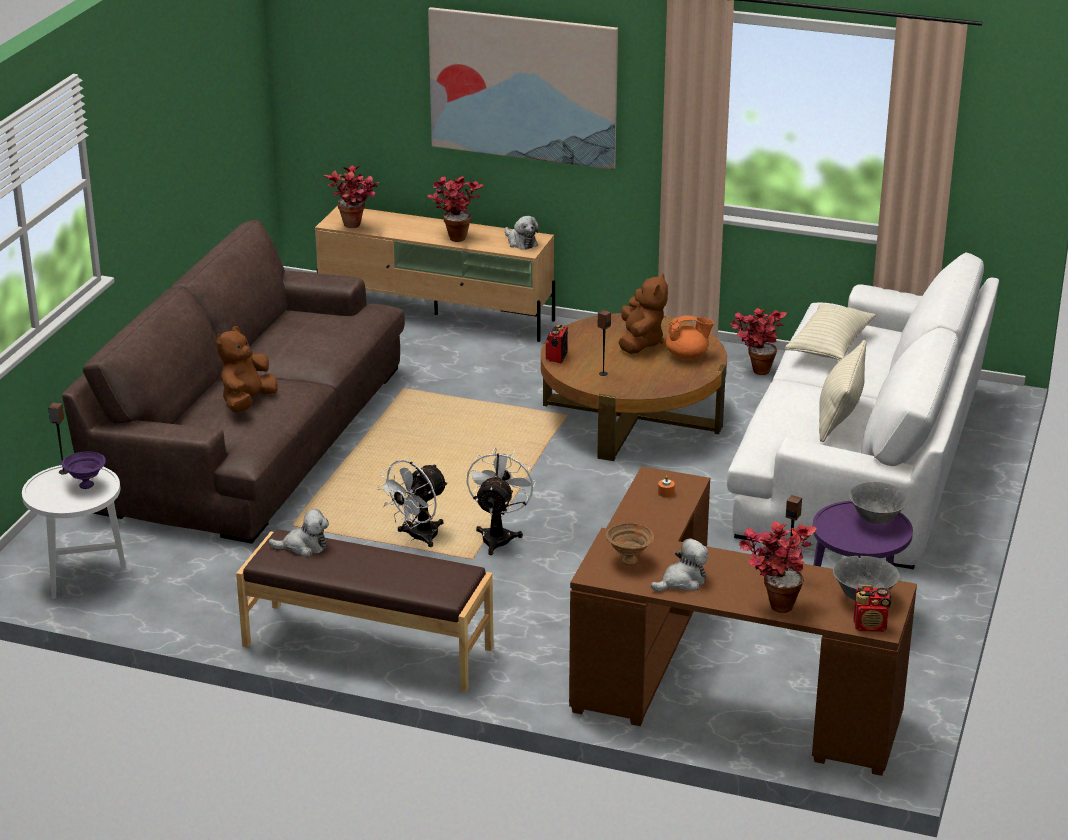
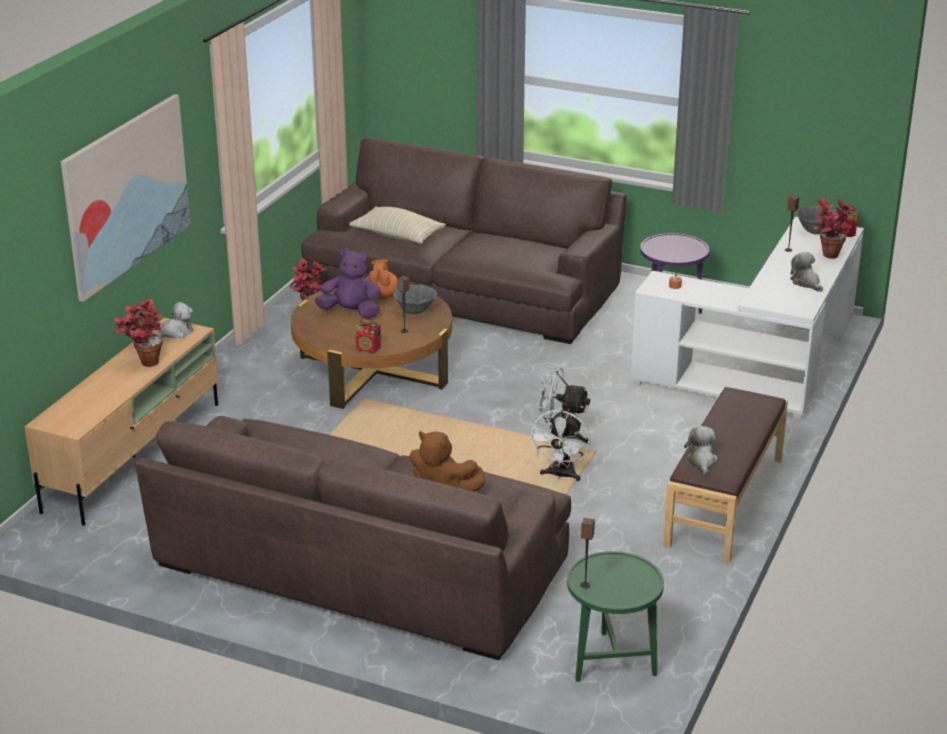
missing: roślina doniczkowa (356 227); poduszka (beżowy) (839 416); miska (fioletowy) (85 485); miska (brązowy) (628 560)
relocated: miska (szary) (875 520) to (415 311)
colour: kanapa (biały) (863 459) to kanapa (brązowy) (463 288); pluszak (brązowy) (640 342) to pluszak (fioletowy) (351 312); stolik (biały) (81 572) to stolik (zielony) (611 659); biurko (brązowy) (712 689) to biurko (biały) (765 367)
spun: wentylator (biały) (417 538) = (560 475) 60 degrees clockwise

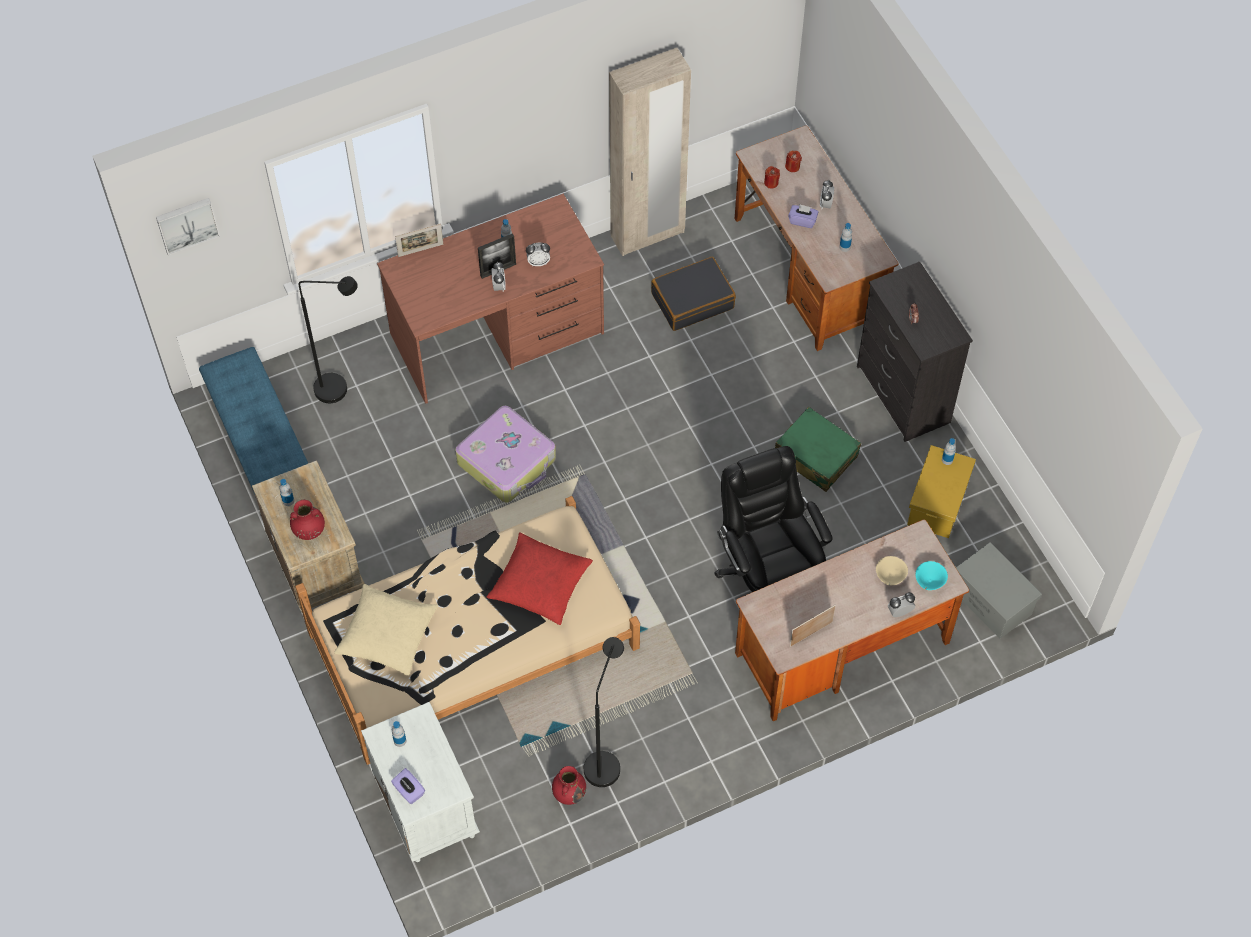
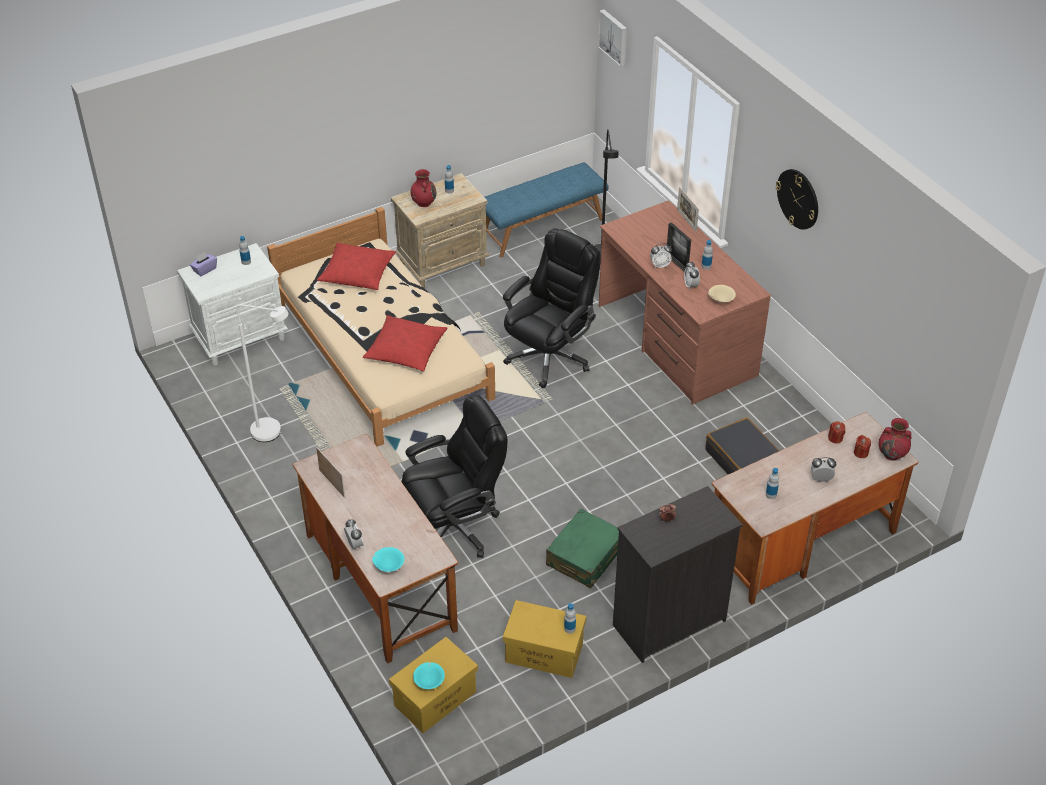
missing: szafa (beżowy) (647 235); pudełko chusteczek (fioletowy) (802 221)
appeared: zegar ścienny (798 199); miska (turkusowy) (429 681)
relocated: miska (beżowy) (890 576) to (720 300); wazon (czerwony) (569 793) to (892 454)
exchanged: walizka (508 461) to krzesło biurowe (czarny) (550 356)
colour: pojemnik do przechowywania (szary) (990 601) to pojemnik do przechowywania (żółty) (435 698); poduszka (beżowy) (387 635) to poduszka (czerwony) (357 273); lampa stojąca (czarny) (605 760) to lampa stojąca (biały) (274 432)

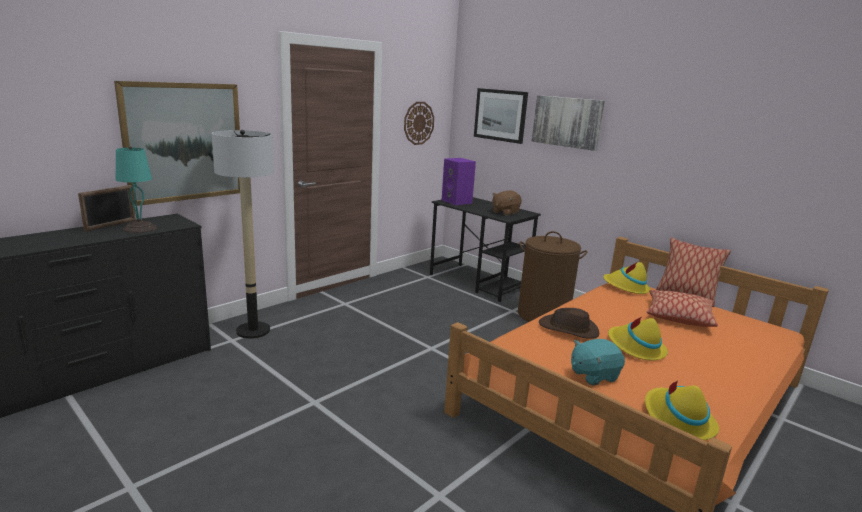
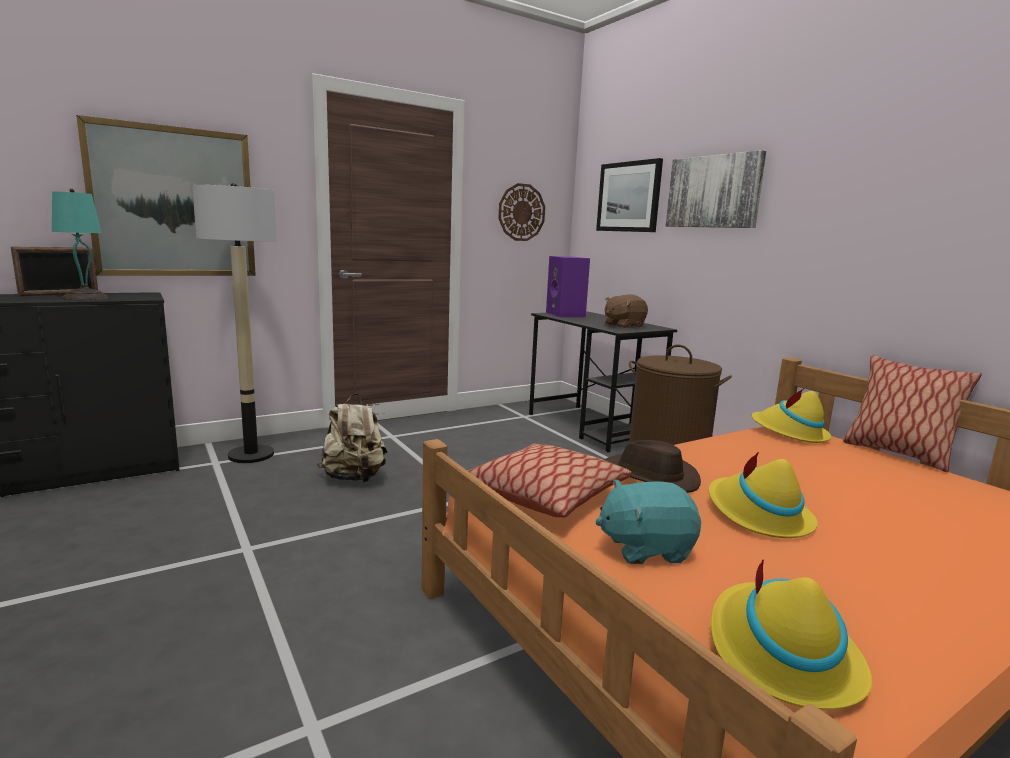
appeared: plecak (beżowy) (354 478)
relocated: poduszka (678 316) to (545 495)

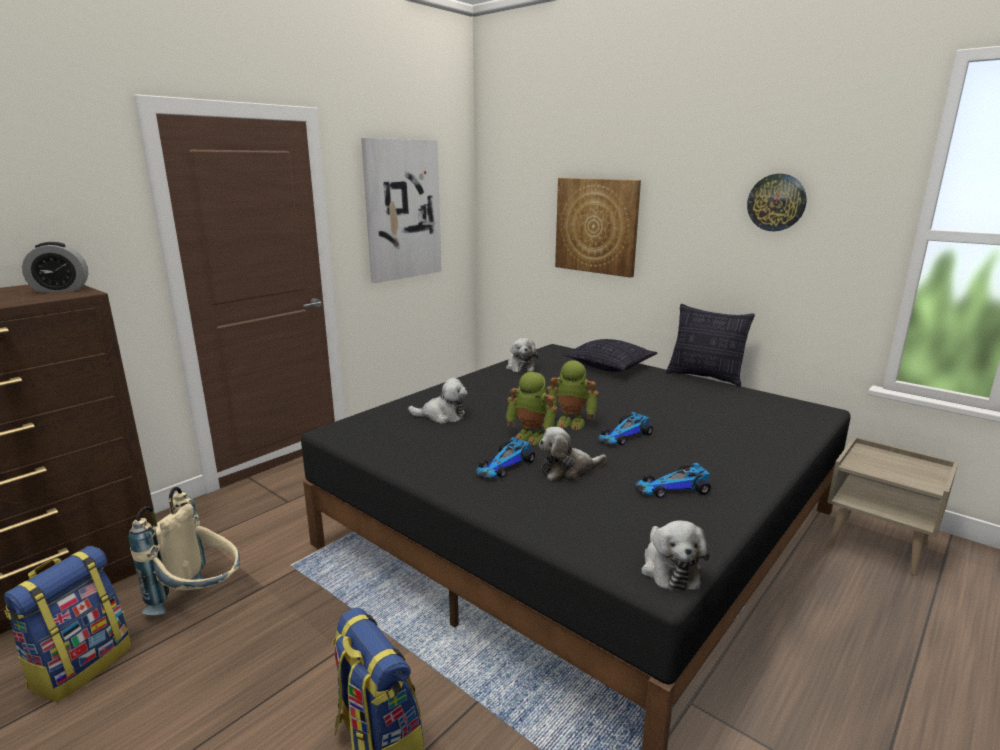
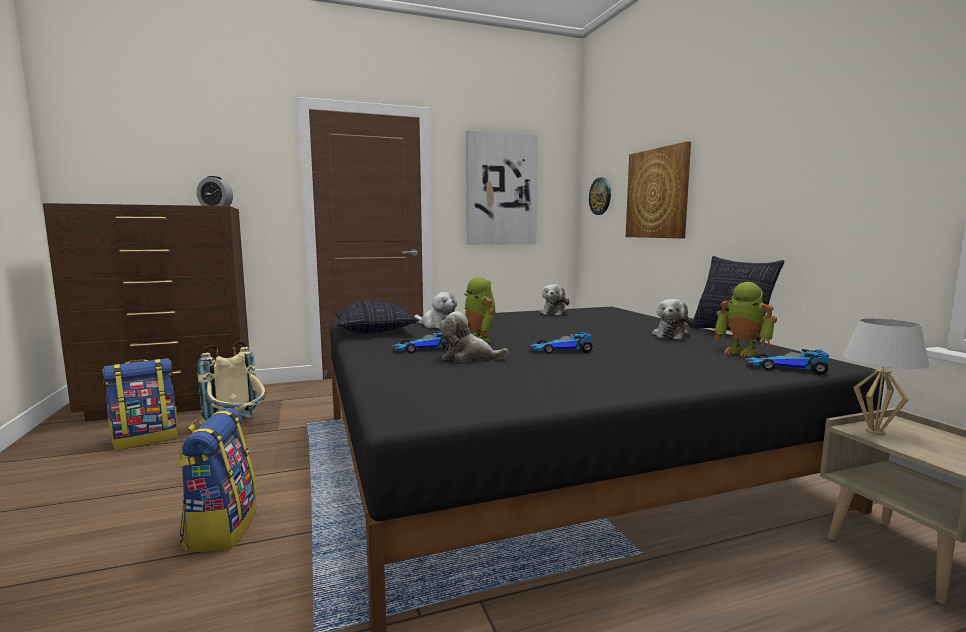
appeared: lampa stołowa (biały) (875 432)
relocated: zegar ścienny (776 202) to (600 196); poduszka (609 366) to (374 330); robot zabawkowy (571 422) to (742 352); samochodzik (673 488) to (787 368); pluszak (669 568) to (671 335)

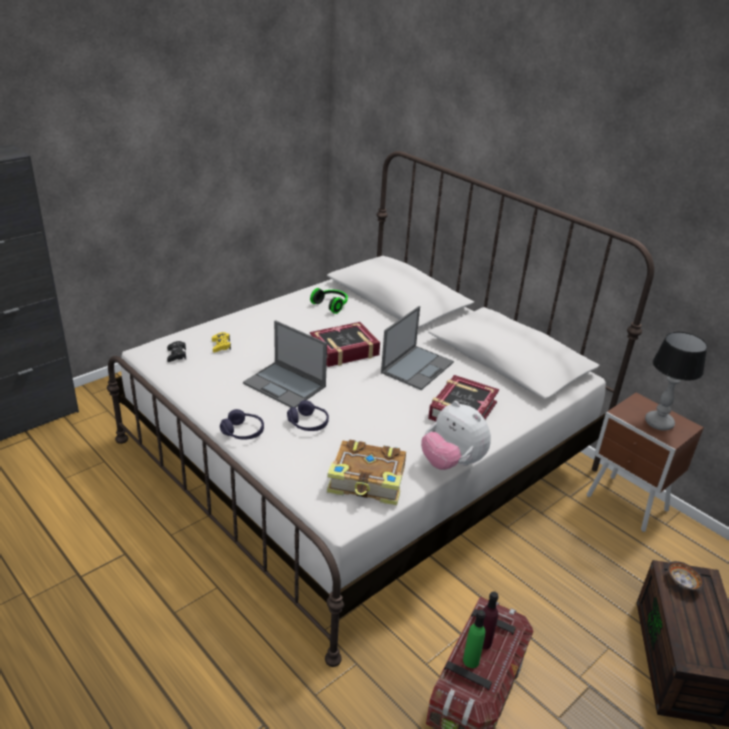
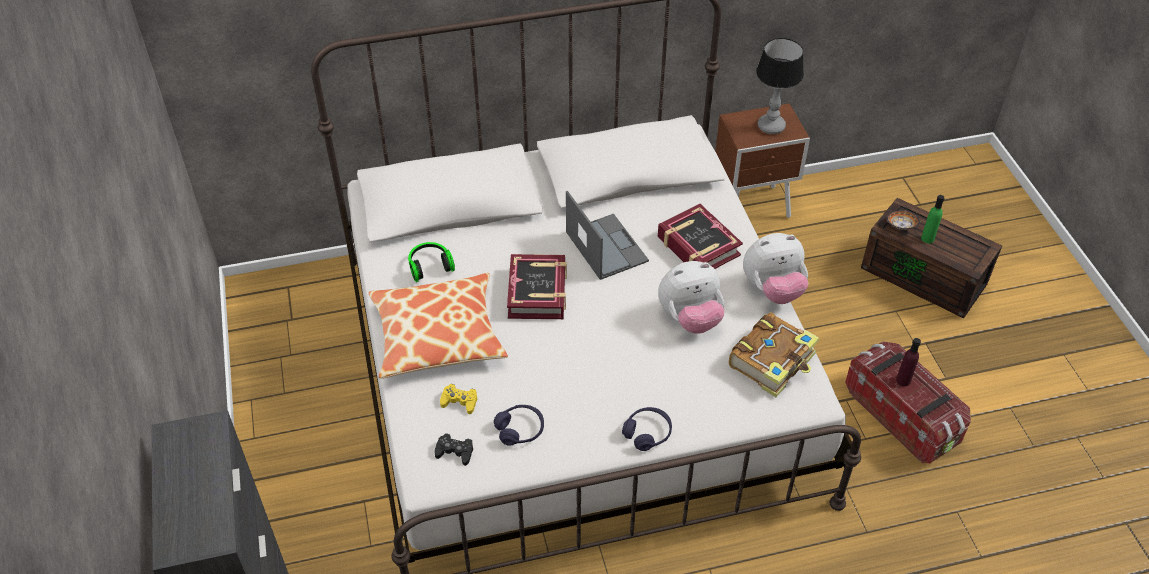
missing: laptop (285 385)
appeared: pluszak (690 318); poduszka (438 335)
relocated: słuchawki (fioletowy) (308 423) to (520 430); butelka (zielony) (471 660) to (927 238)

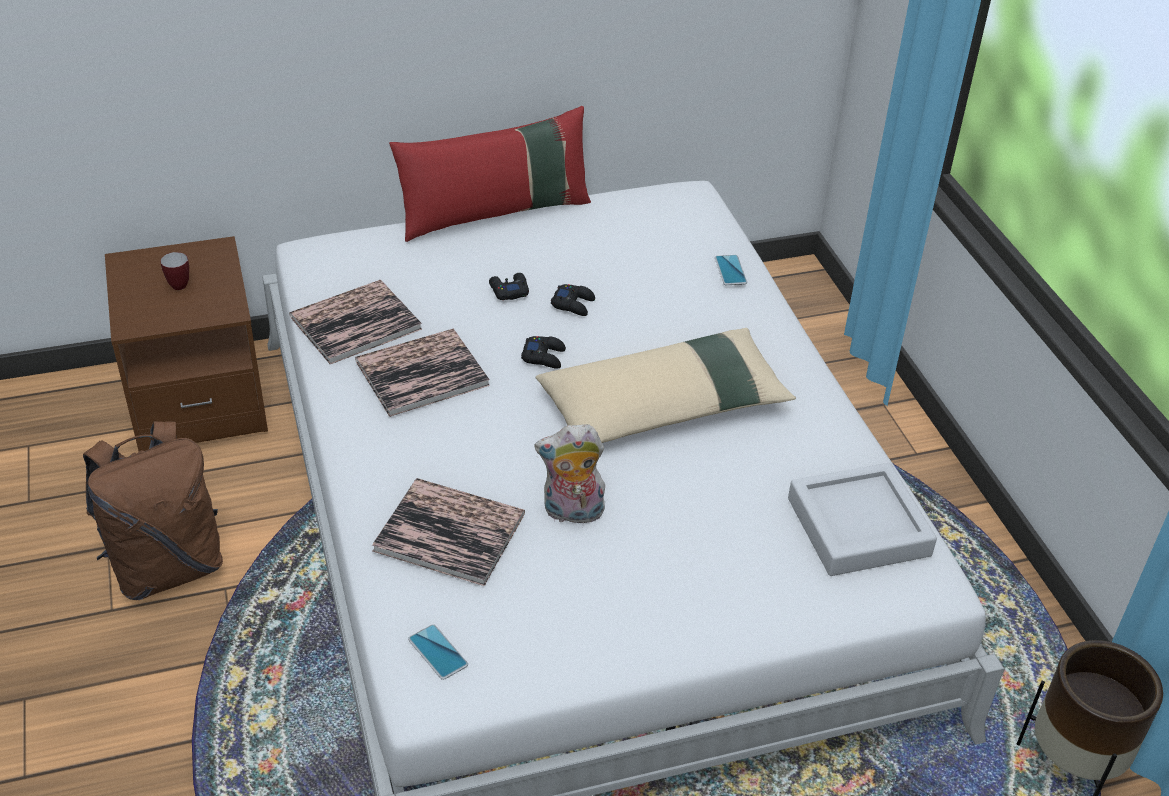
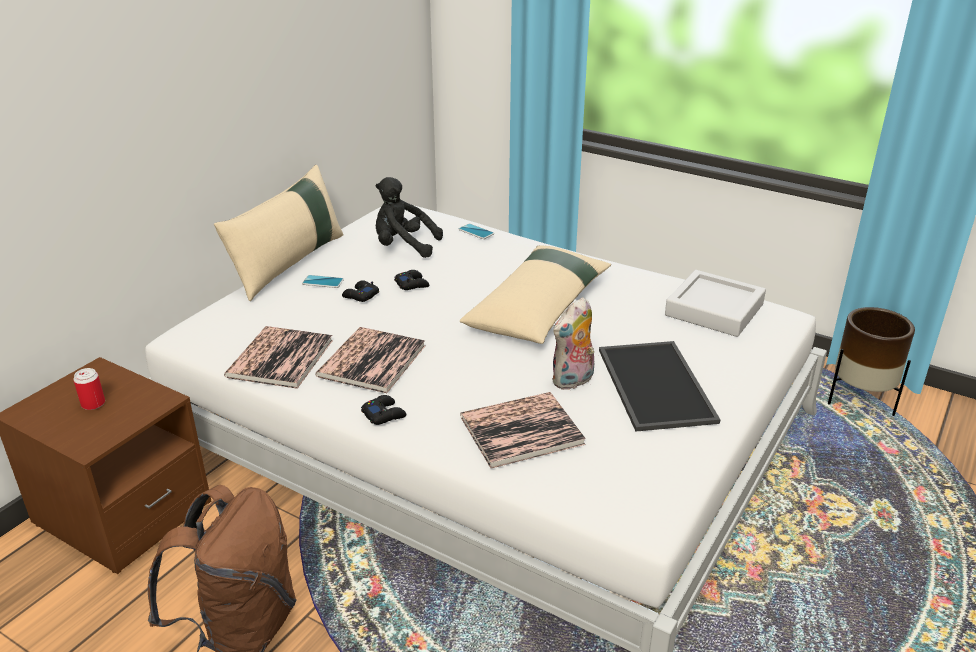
appeared: pluszak (czarny) (403 246); taca (653 384)
relocated: pad do gier (czarny) (544 356) to (384 414); telefon (438 652) to (323 282)
exchanged: kubek (178 284) to puszka (93 404)
colour: poduszka (czerwony) (495 213) to poduszka (beżowy) (289 263)

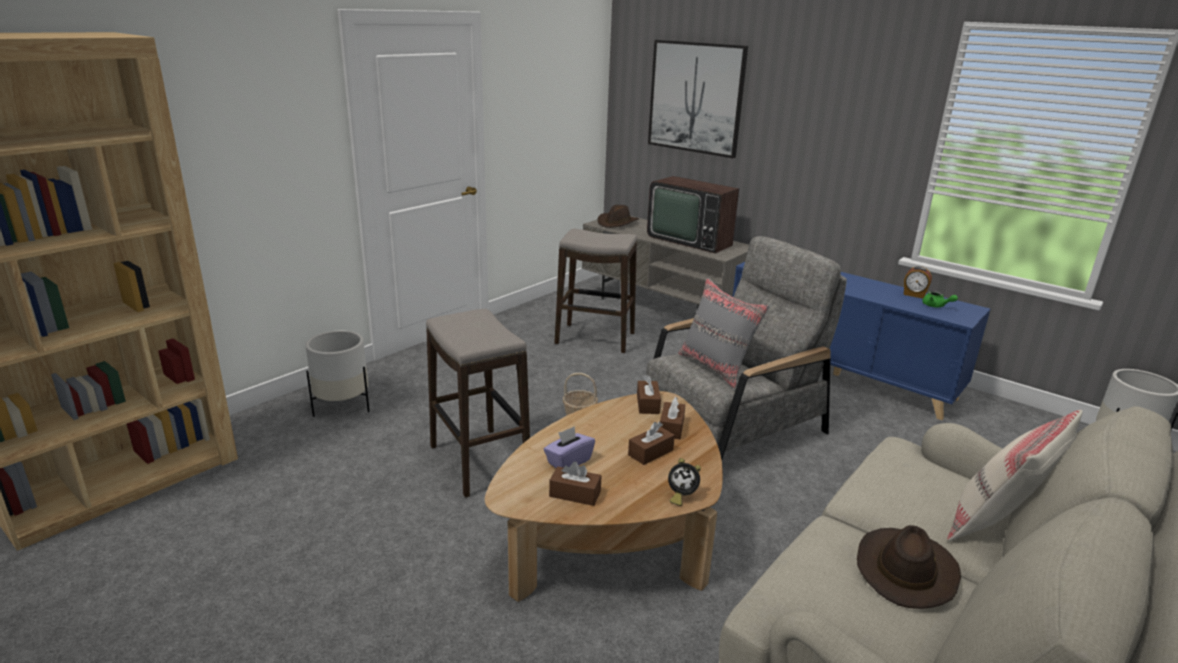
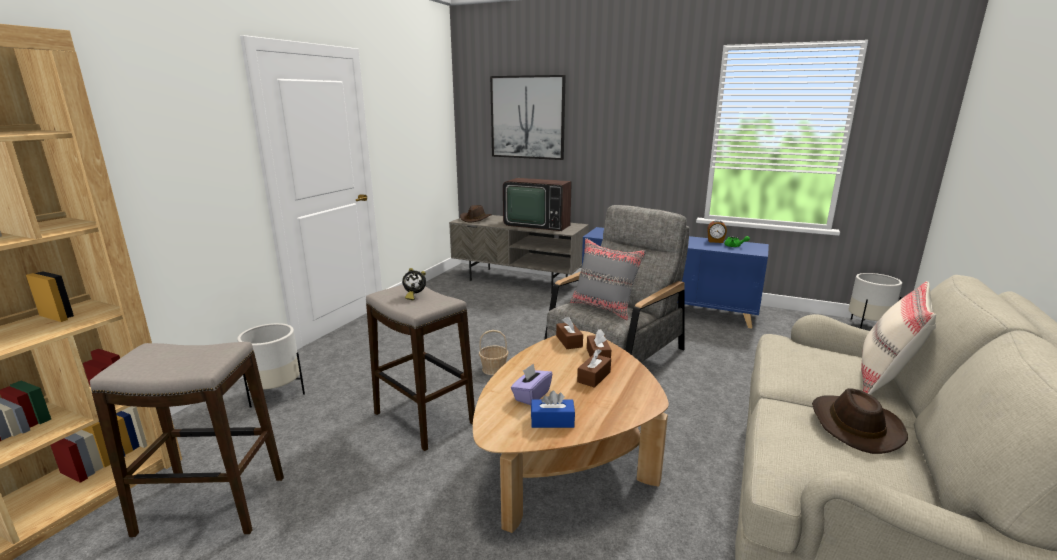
relocated: stołek (595 338) to (212 505); budzik (681 496) to (414 296)
colour: pudełko chusteczek (brązowy) (575 494) to pudełko chusteczek (niebieski) (552 421)

